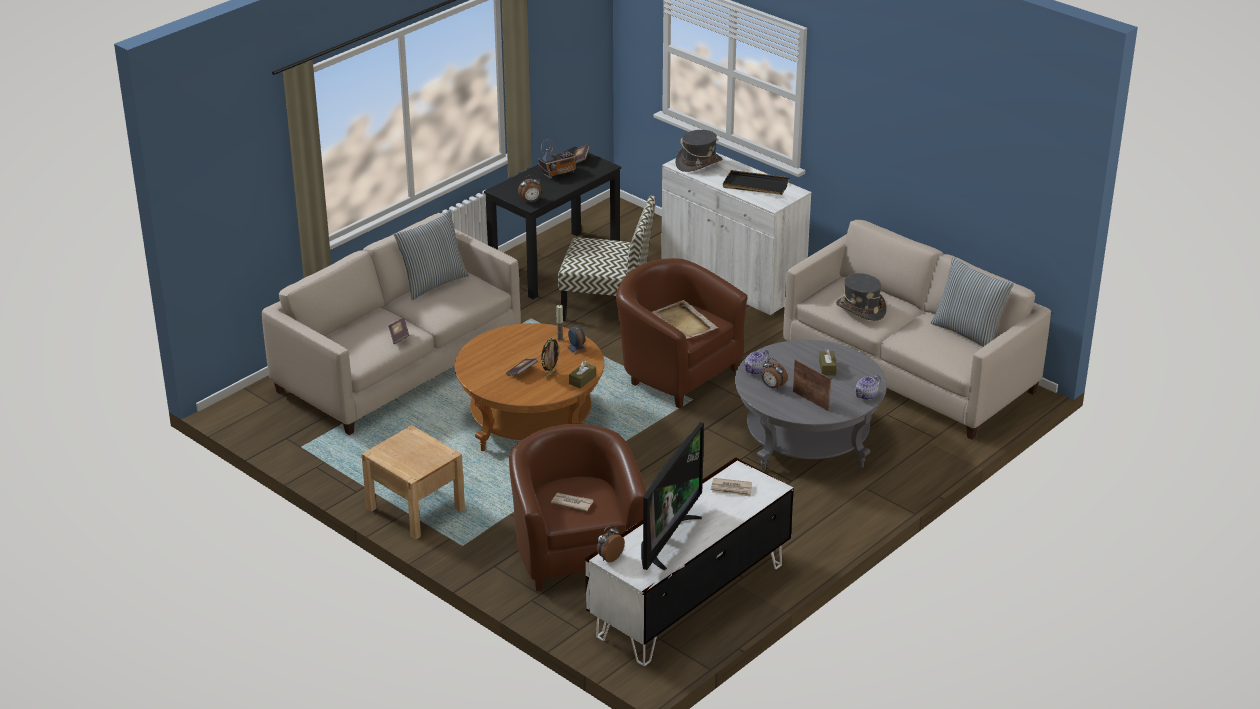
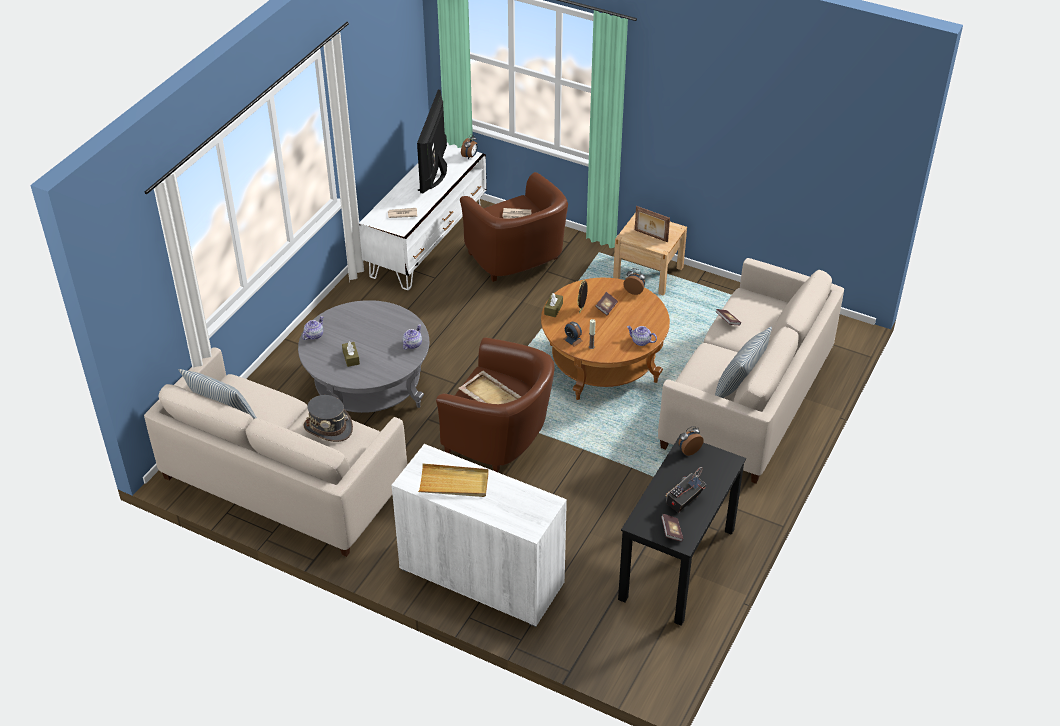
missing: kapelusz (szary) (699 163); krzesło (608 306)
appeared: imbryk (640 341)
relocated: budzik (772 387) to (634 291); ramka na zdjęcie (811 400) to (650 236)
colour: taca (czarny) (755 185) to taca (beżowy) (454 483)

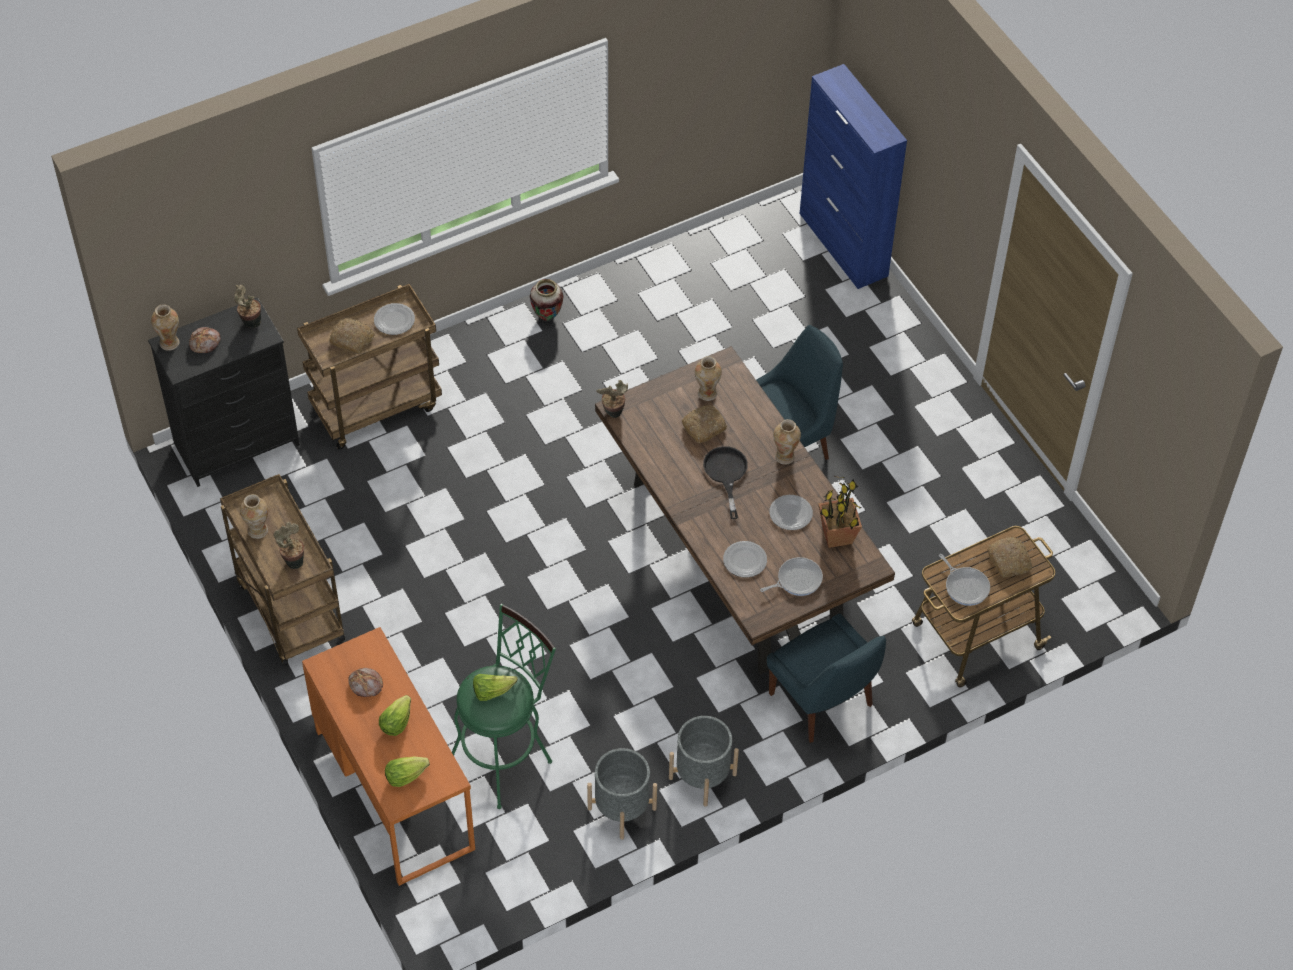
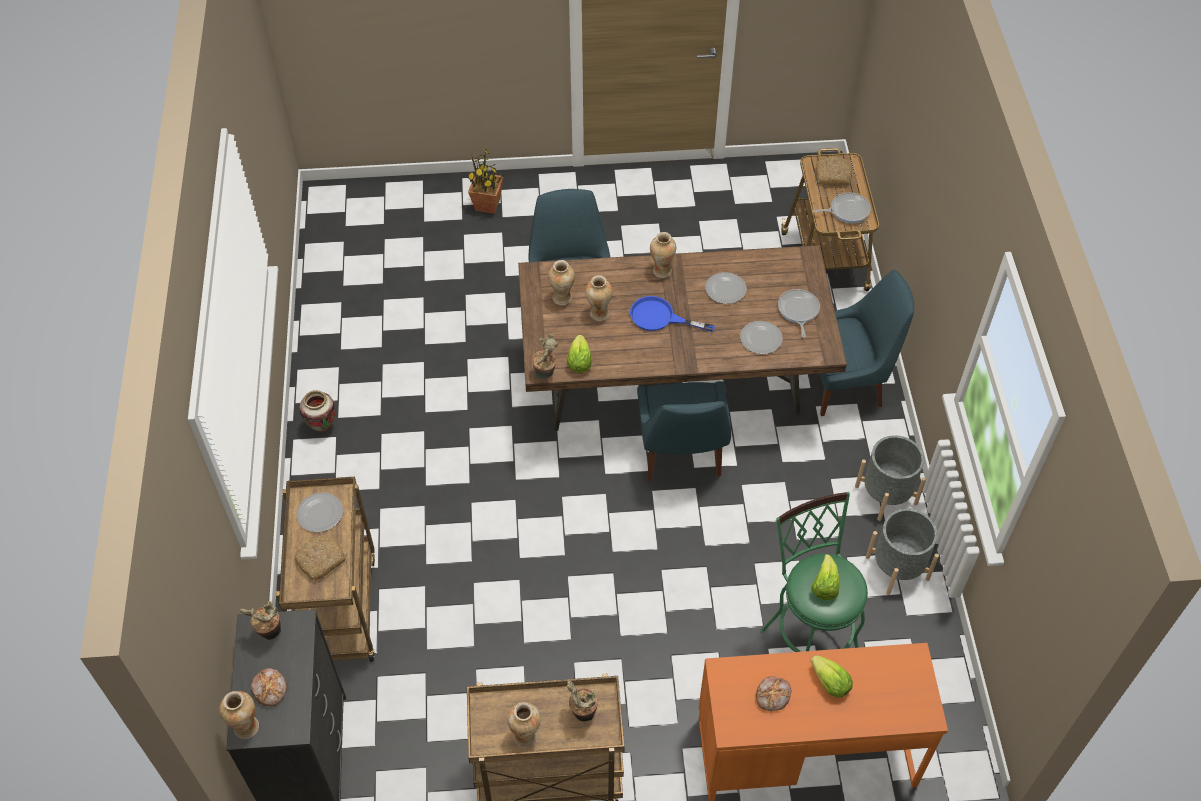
missing: szafka (niebieski) (843 245)
appeared: krzesło (niebieski) (681 455)
relocated: roślina doniczkowa (837 536) to (488 205); sałata (405 776) to (579 362)
exchanged: chleb (704 427) to wazon (598 314)
colour: patelnia (czarny) (726 474) to patelnia (niebieski) (660 317)

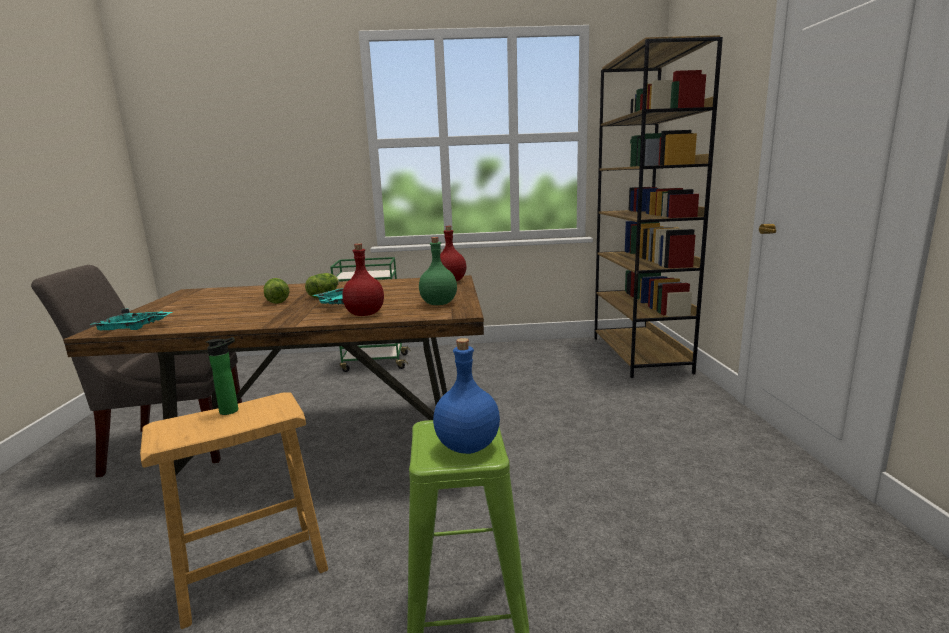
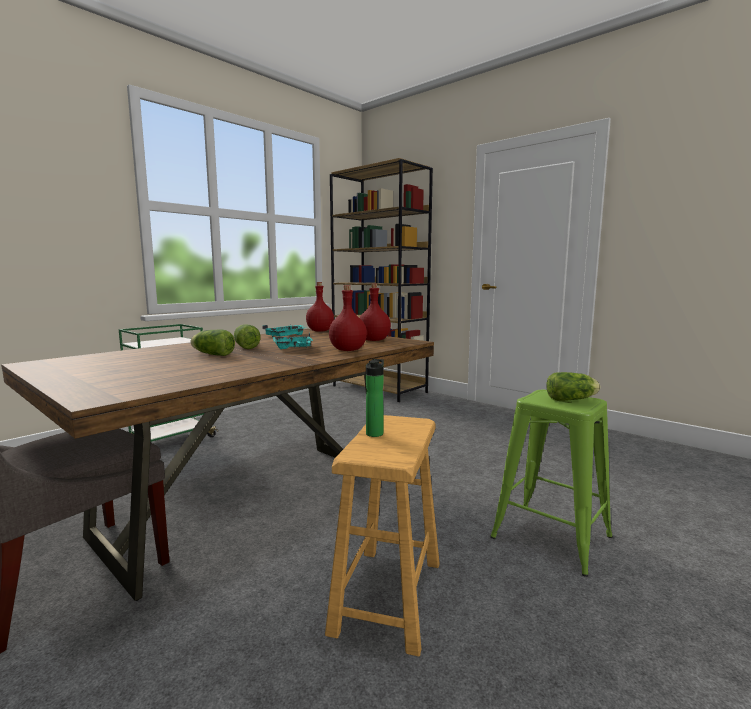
relocated: taca (turkusowy) (133 328) to (286 336)
exchanged: butelka (niebieski) (467 446) to sałata (572 399)
colour: butelka (zielony) (438 304) to butelka (czerwony) (373 340)

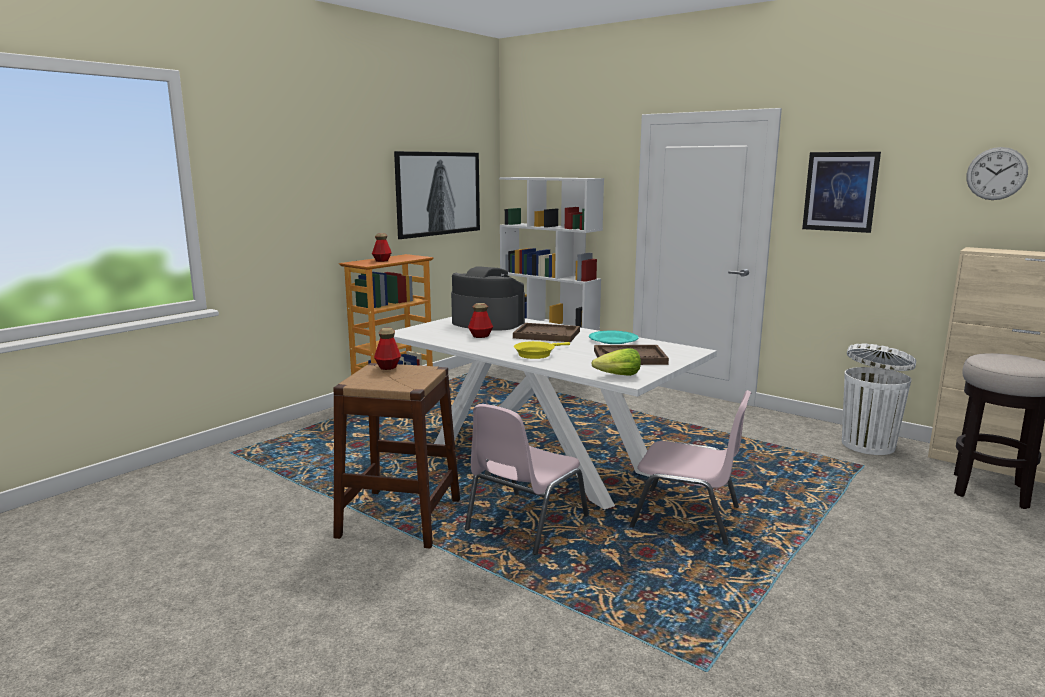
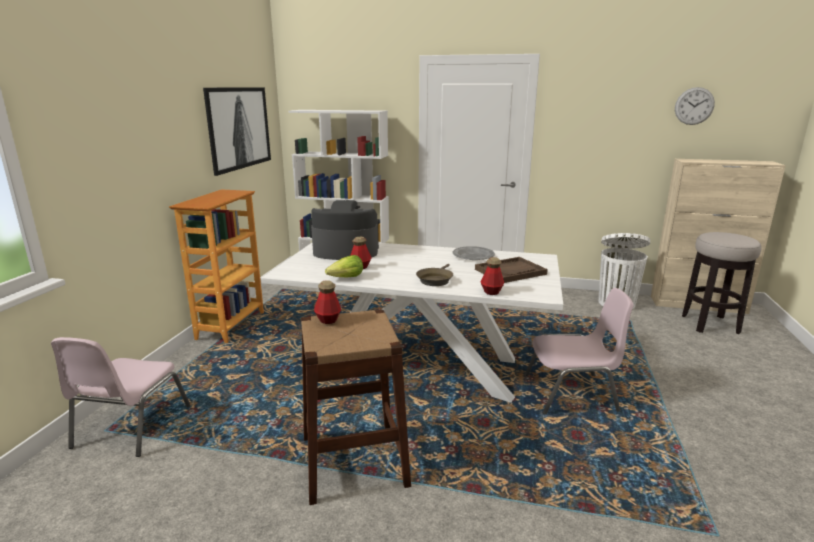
missing: obraz (840 191); taca (brązowy) (546 335)
relocated: butelka (382 260) to (491 292); sałata (618 376) to (346 278); krzesło (różowy) (524 523) to (130 427)
colour: talerz (turkusowy) (613 340) to talerz (szary) (473 256); patelnia (żółty) (537 354) to patelnia (brązowy) (435 280)

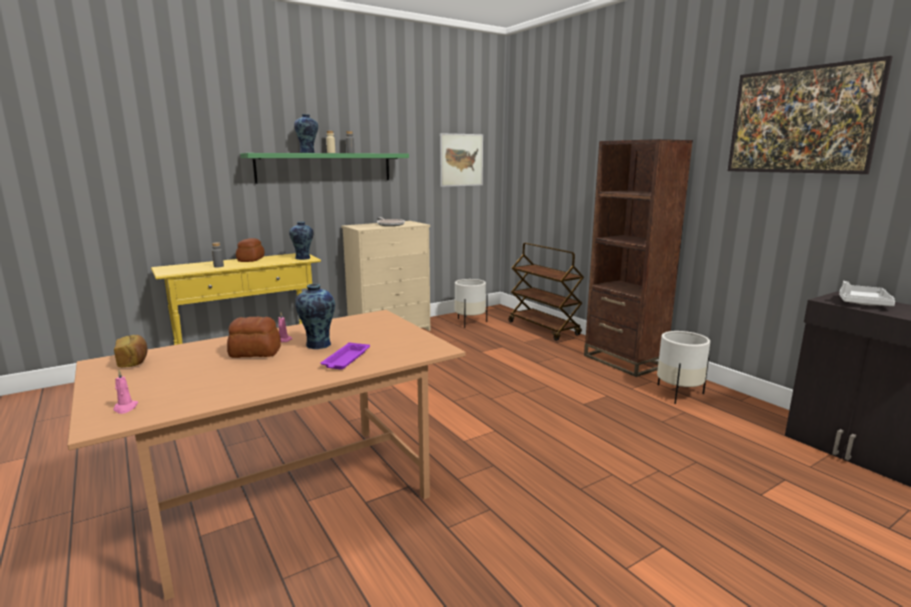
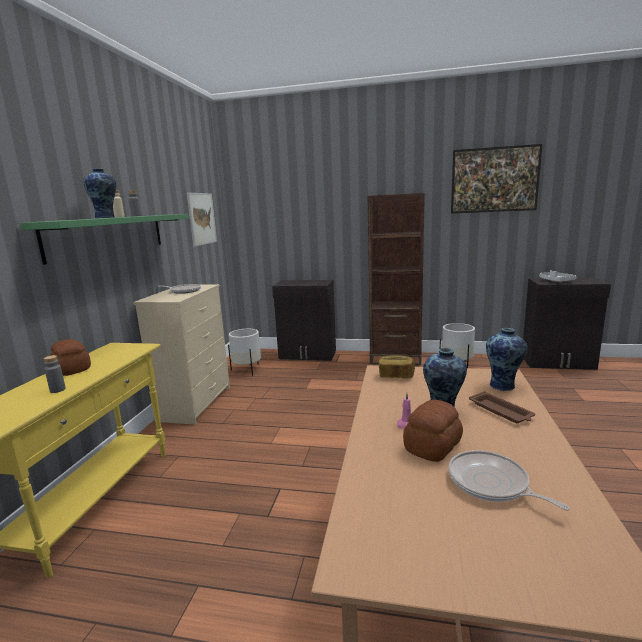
missing: świeca (różowy) (125 408)
appeared: patelnia (491 484)
relocated: wazon (303 258) to (503 386); chleb (133 361) to (396 375)
exchanged: wózek (brązowy) (544 328) to szafka (czarny) (308 355)
colour: taca (fioletowy) (345 360) to taca (brązowy) (501 411)

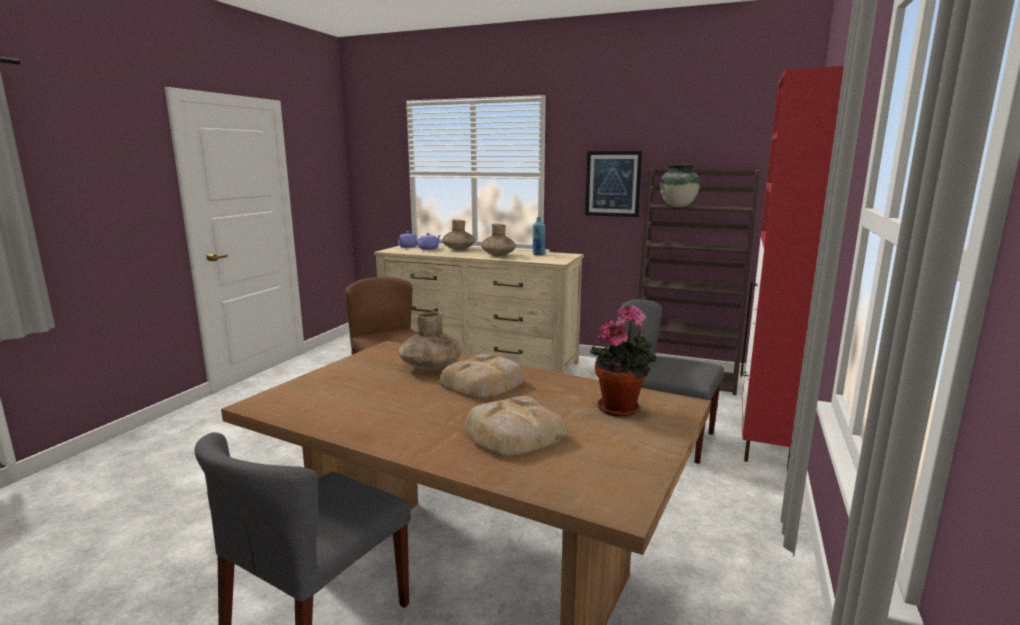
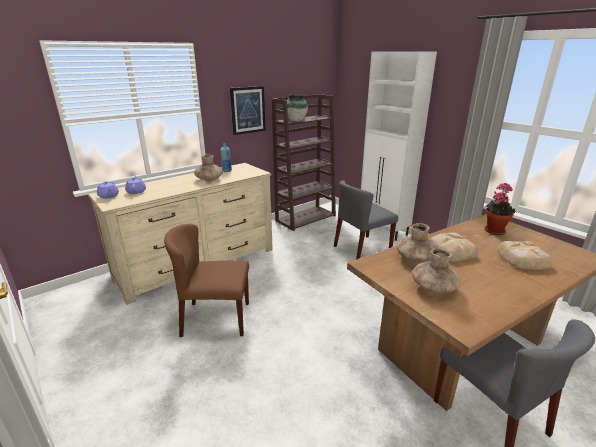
relocated: wazon (brązowy) (459 249) to (433 287)
colour: szafka (czerwony) (764 443) to szafka (biały) (383 230)

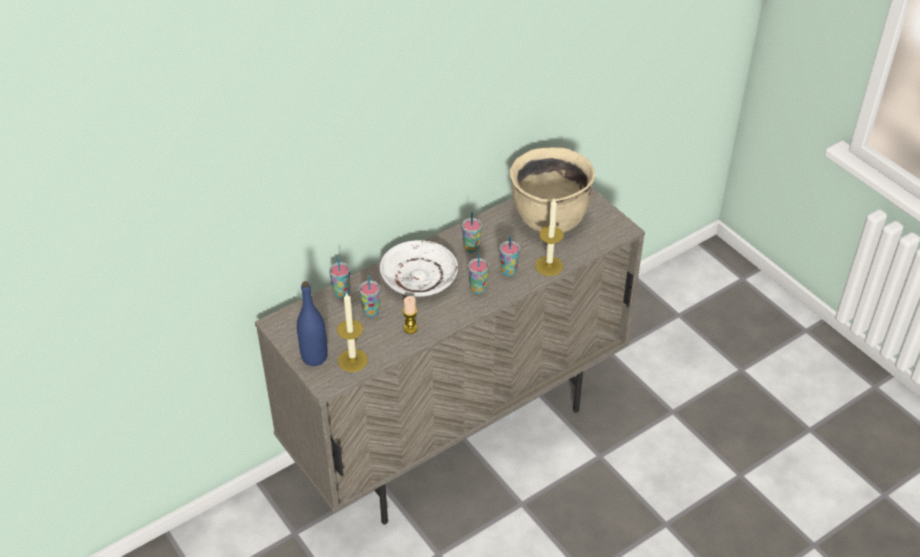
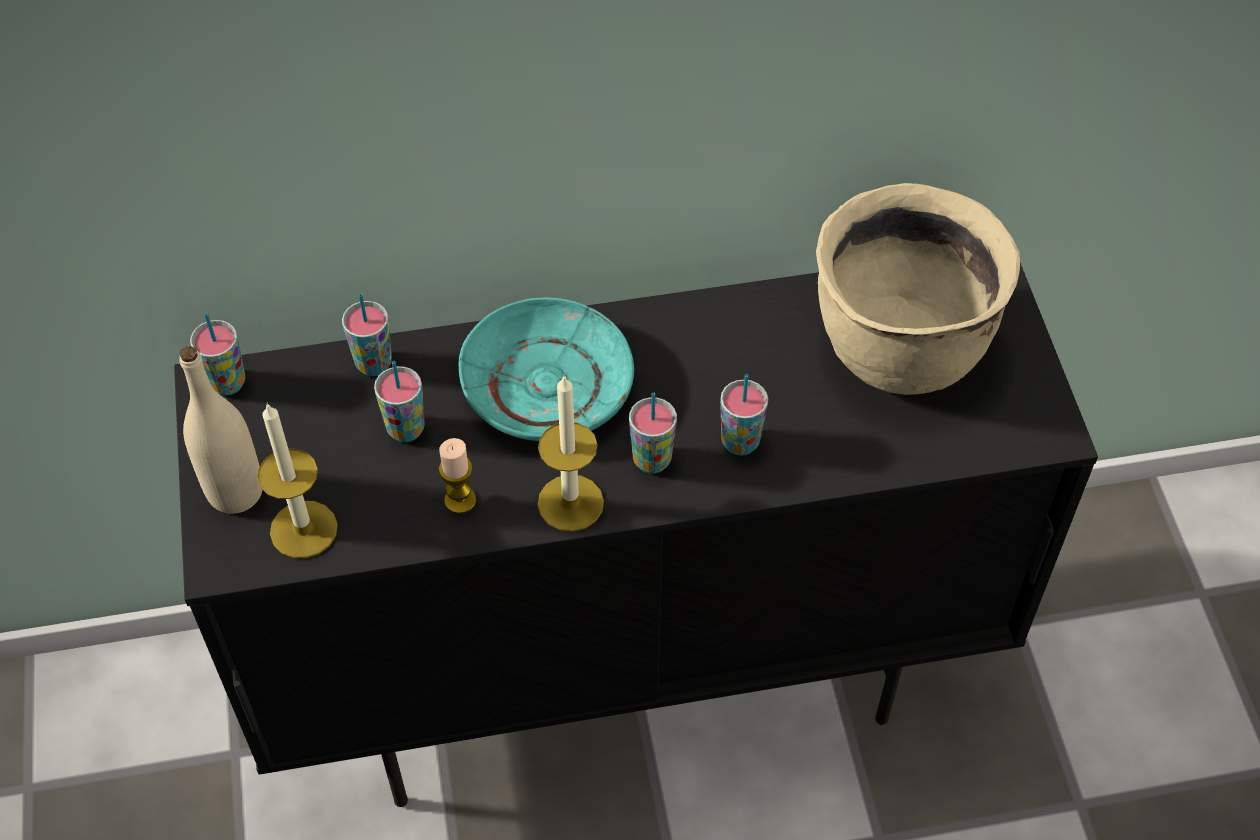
relocated: świeca (549 266) to (570 503); filiżanka (471 248) to (227 383)
colour: szafka (beżowy) (457 433) to szafka (czarny) (629 674); talerz (biały) (418 277) to talerz (turkusowy) (546 384); butelka (niebieski) (314 357) to butelka (beżowy) (235 491)

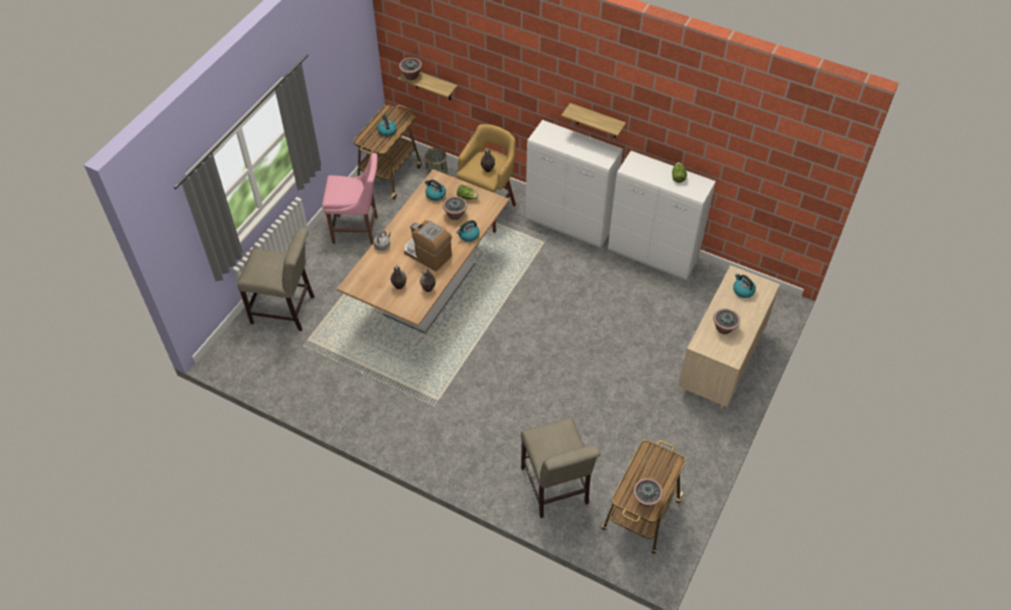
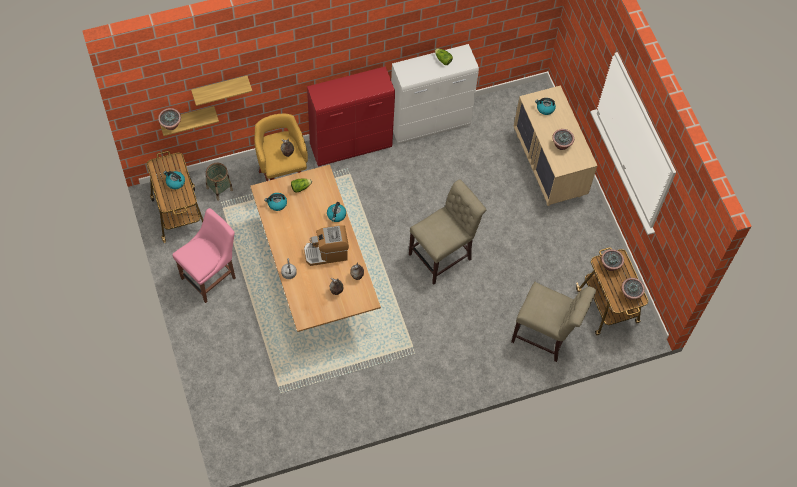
relocated: półka (597 121) to (220 88); roślina doniczkowa (455 215) to (610 265); krzesło (beżowy) (286 310) to (443 255)
colour: szafka (biały) (569 224) to szafka (czerwony) (351 146)

